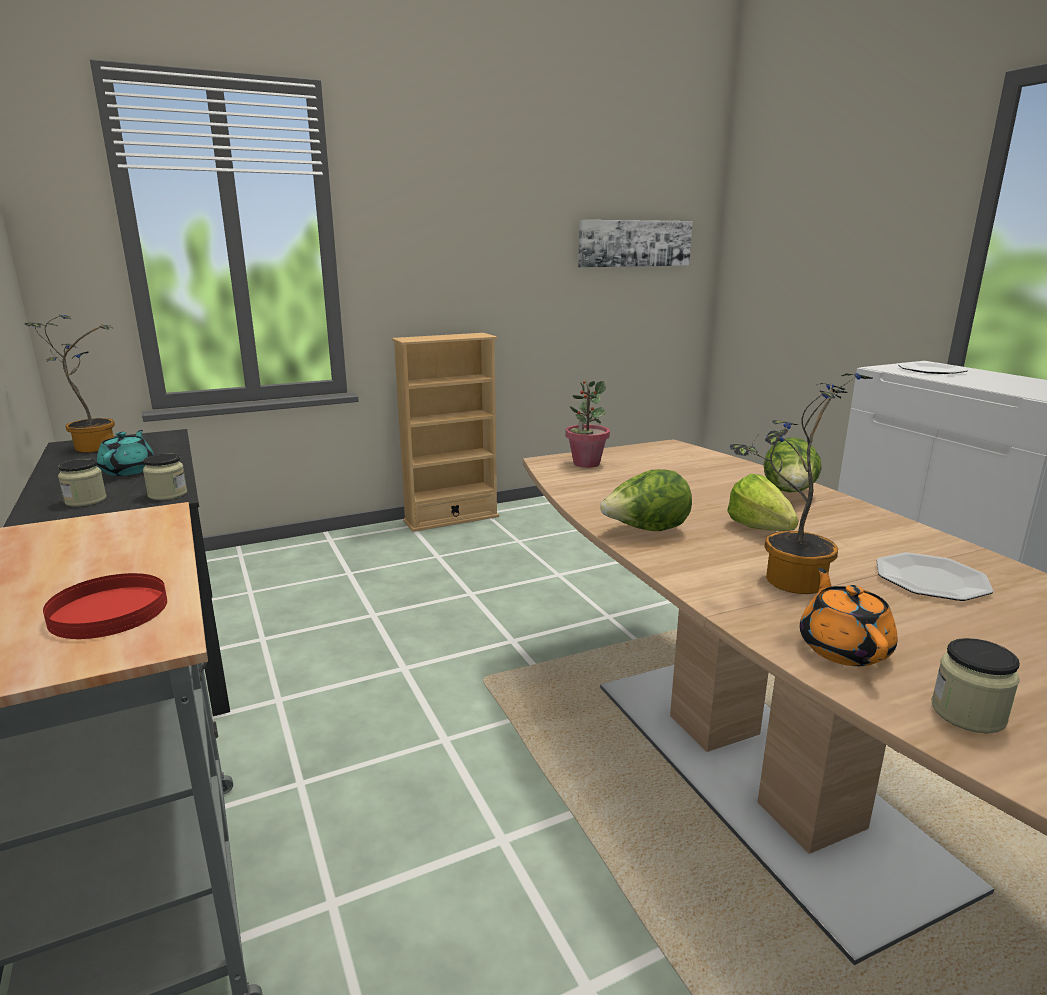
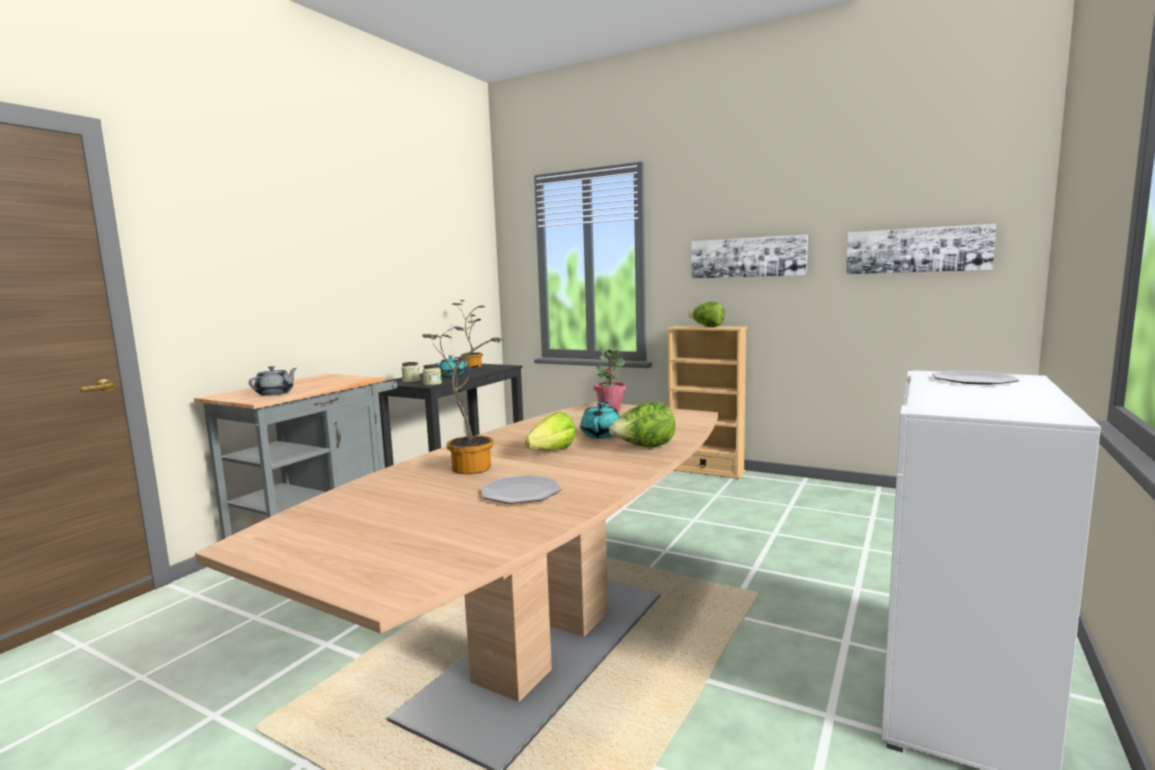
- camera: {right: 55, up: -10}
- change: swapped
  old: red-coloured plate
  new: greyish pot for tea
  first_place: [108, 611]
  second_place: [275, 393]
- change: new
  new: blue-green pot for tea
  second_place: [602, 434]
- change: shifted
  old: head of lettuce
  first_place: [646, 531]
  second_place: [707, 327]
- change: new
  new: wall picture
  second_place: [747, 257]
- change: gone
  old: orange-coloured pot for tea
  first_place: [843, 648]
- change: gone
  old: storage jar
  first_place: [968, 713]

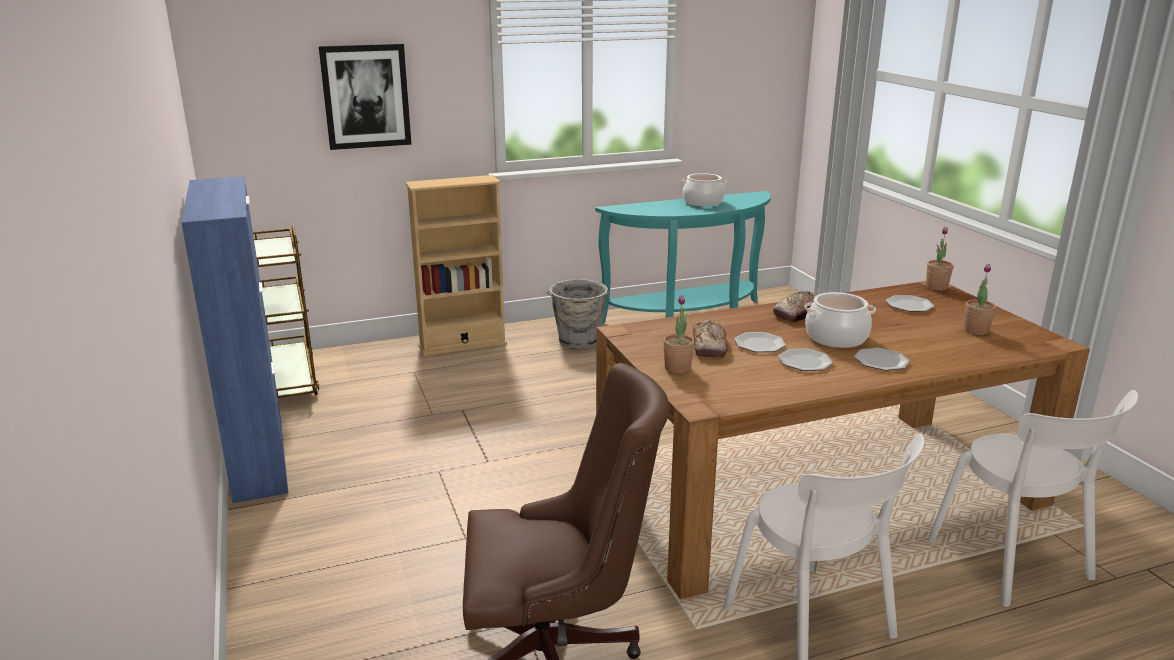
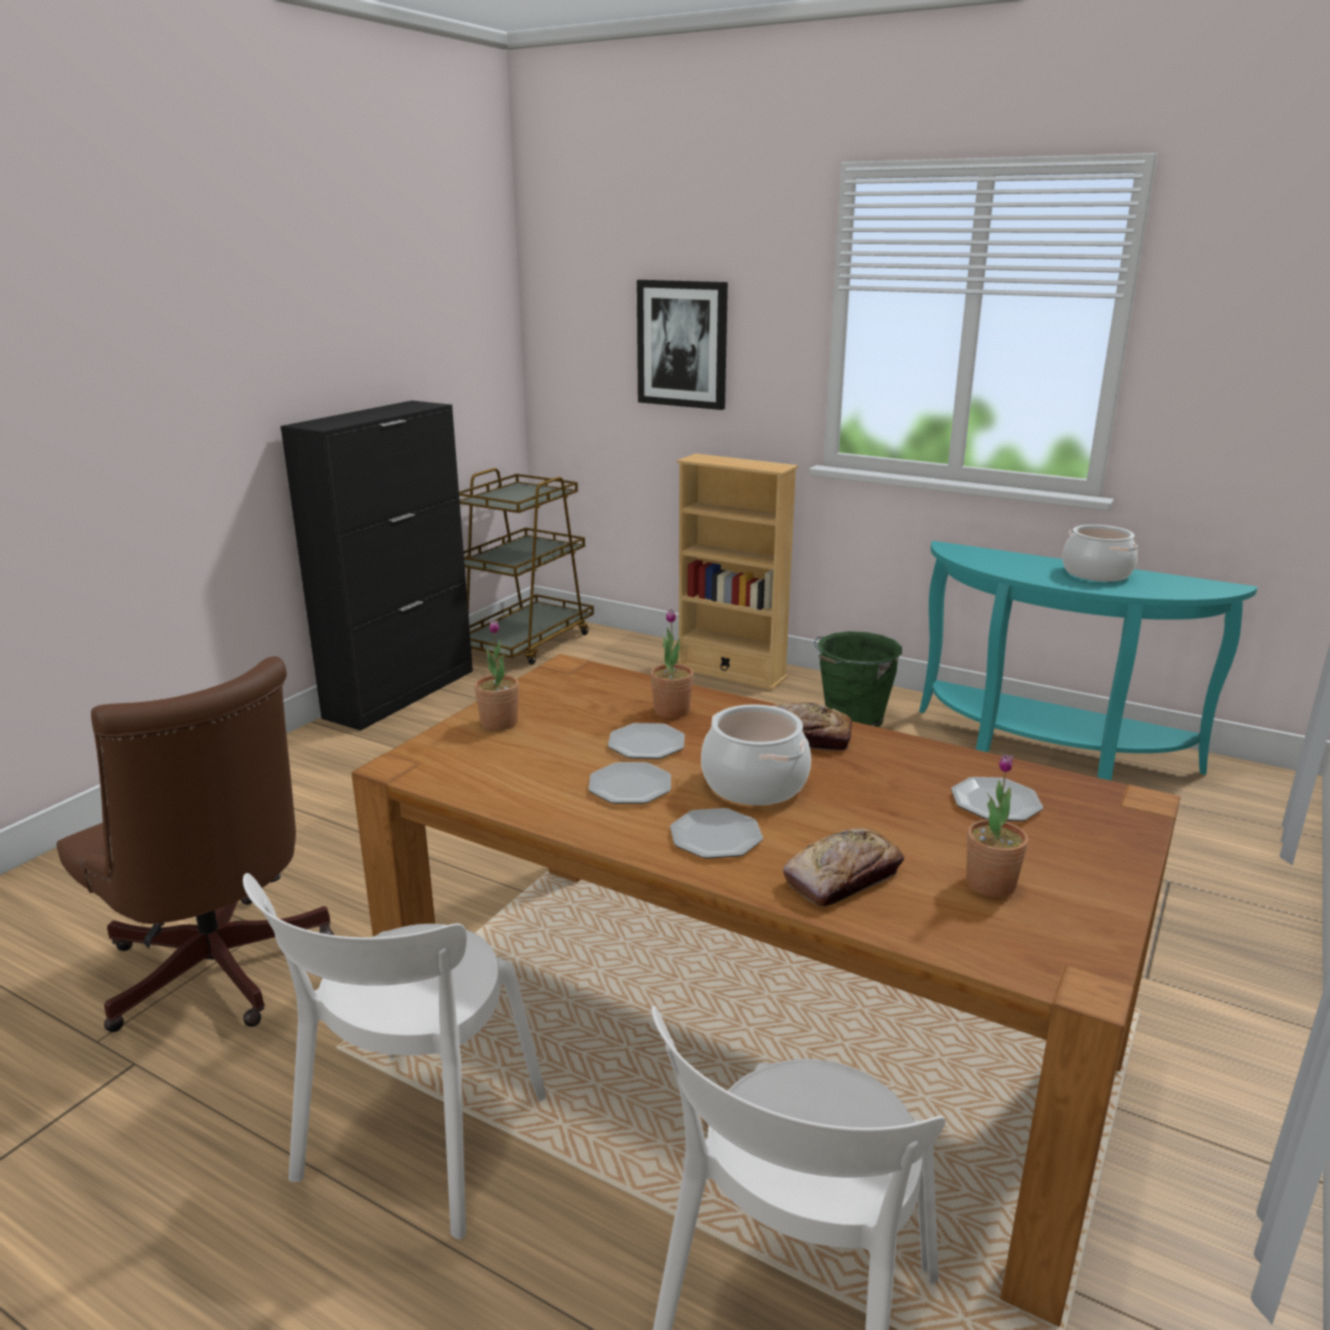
- camera: {right: 50, up: 0}
- change: repainted
  old: blue-coloured storage cabinet
  new: blackish storage cabinet
  first_place: [259, 456]
  second_place: [402, 693]
- change: shifted
  old: potted plant
  first_place: [936, 287]
  second_place: [671, 711]
- change: shifted
  old: bread
  first_place: [709, 346]
  second_place: [843, 878]
- change: repainted
  old: greyish water bucket
  new: green-coloured water bucket
  first_place: [578, 341]
  second_place: [852, 719]

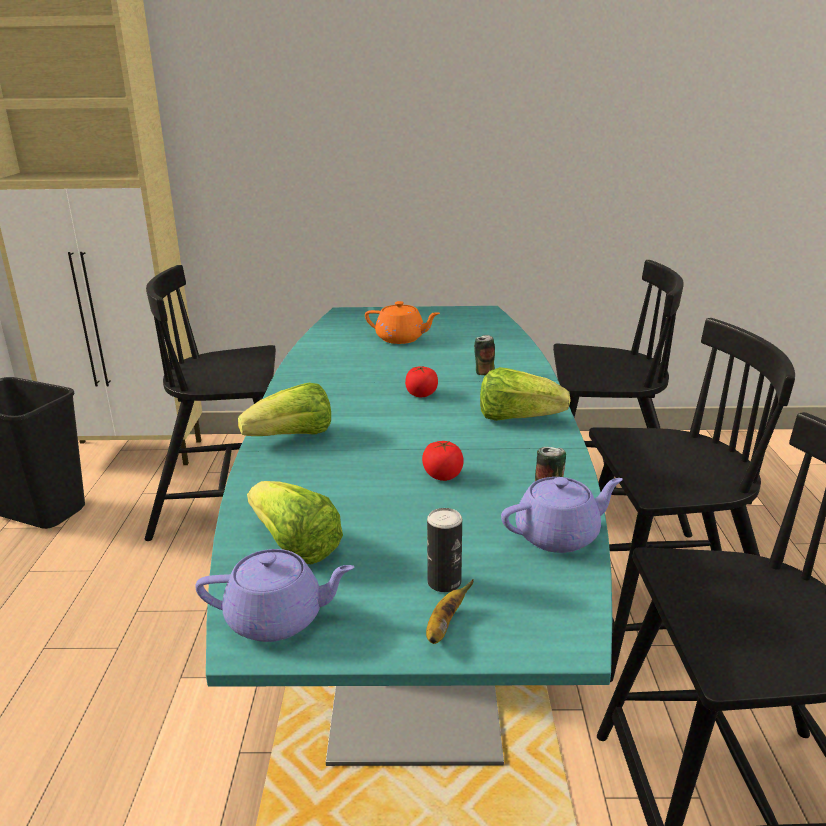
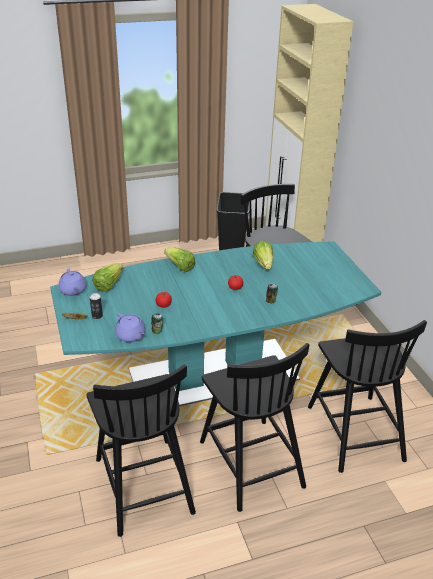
- camera: {right: 70, up: 10}
- change: shifted
  old: head of lettuce
  first_place: [517, 418]
  second_place: [263, 263]
- change: gone
  old: orange-coloured pot for tea
  first_place: [401, 339]

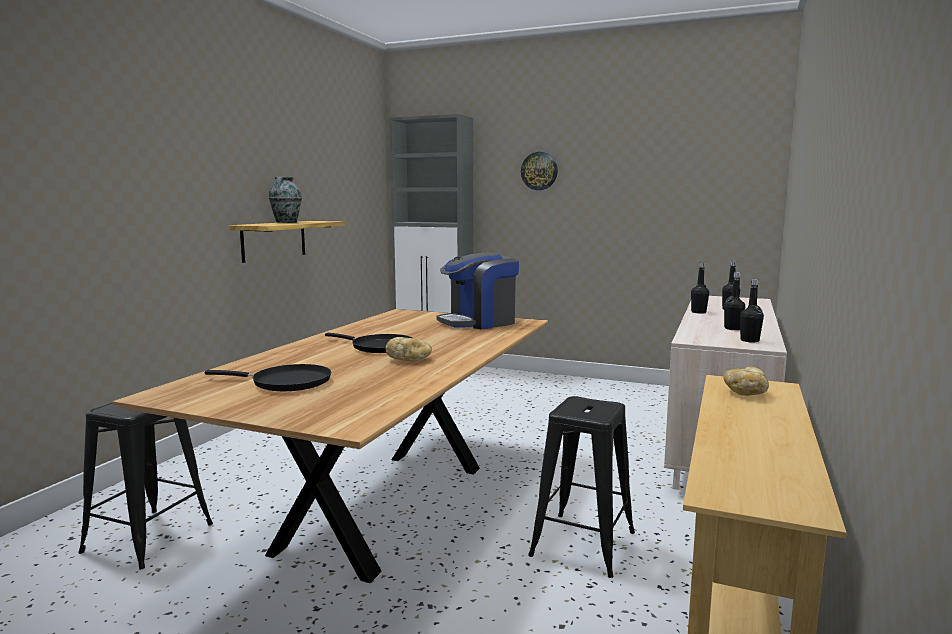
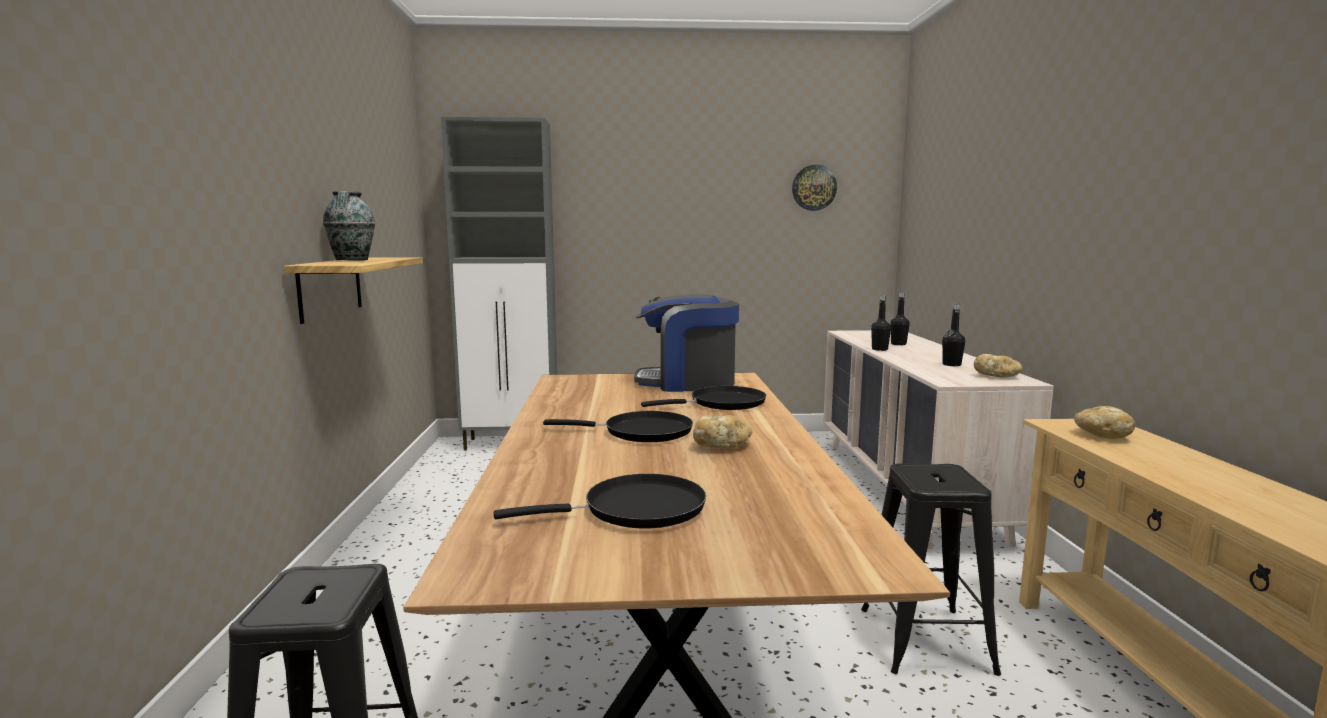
- camera: {right: -25, up: 0}
- change: rotated
  old: coffee maker
  first_place: [479, 322]
  second_place: [687, 383]
  degrees: 60
- change: new
  new: blackish skillet
  second_place: [722, 403]
- change: shifted
  old: clock on the wall
  first_place: [539, 171]
  second_place: [814, 187]
- change: swapped
  old: blackish beverage bottle
  new: bread
  first_place: [749, 340]
  second_place: [996, 376]

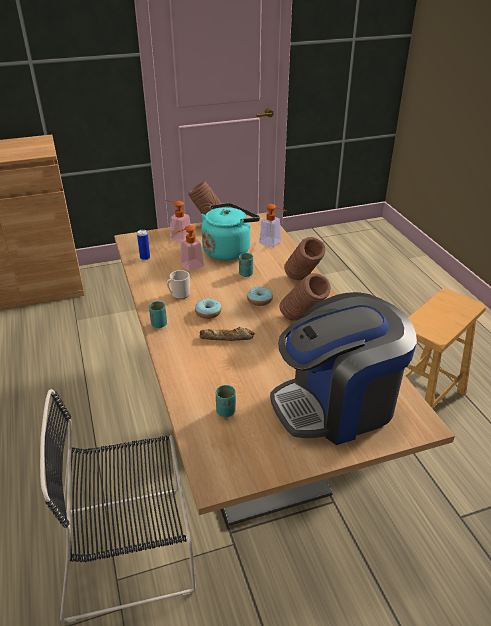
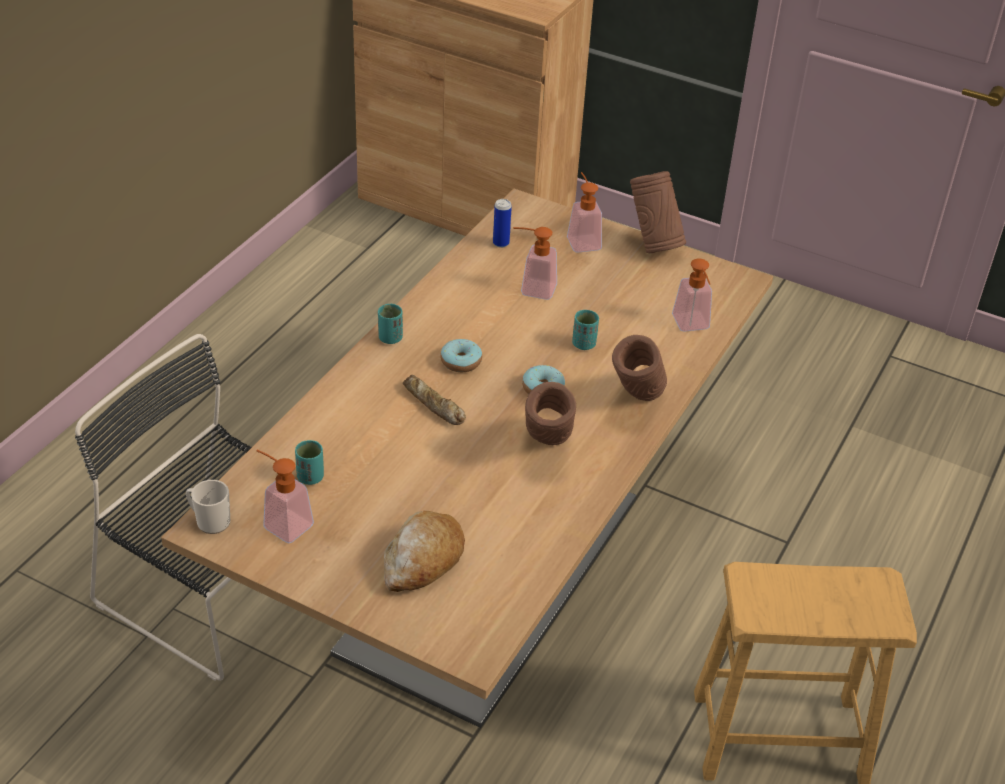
- camera: {right: 45, up: 5}
- change: shifted
  old: coffee mug
  first_place: [179, 295]
  second_place: [210, 521]
- change: new
  new: liquid soap bottle
  second_place: [282, 523]
- change: swapped
  old: coffee maker
  new: bread
  first_place: [337, 404]
  second_place: [423, 560]
- change: gone
  old: blue-green tea kettle
  first_place: [228, 250]

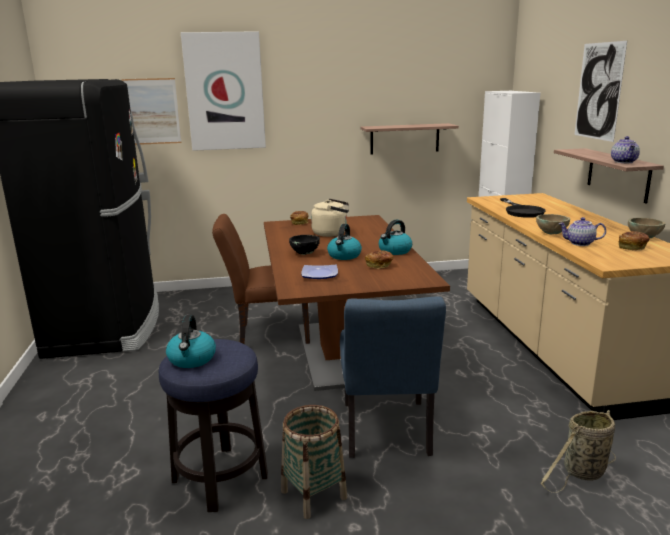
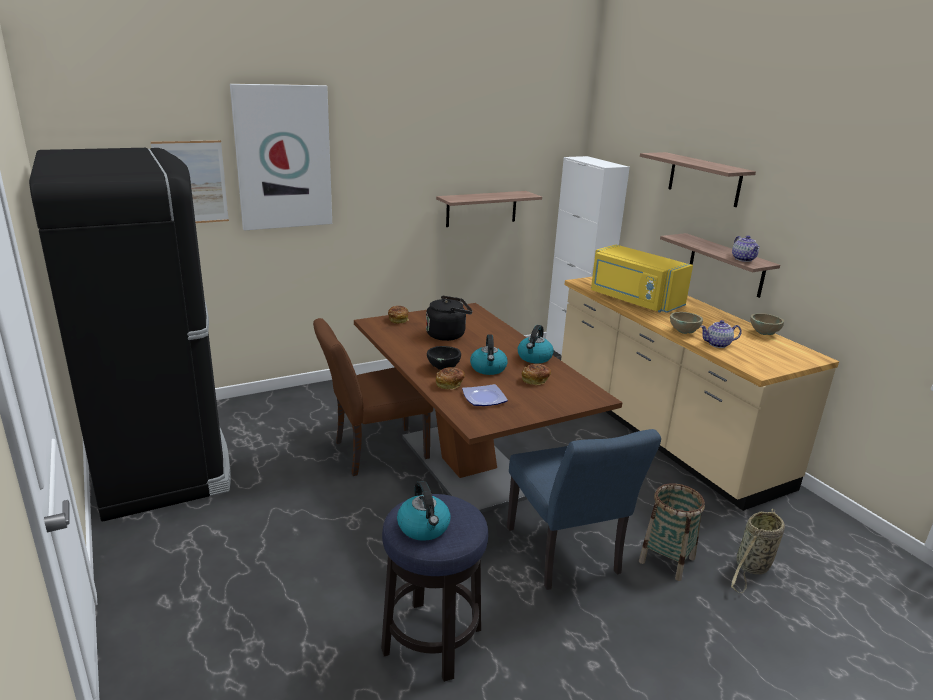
- camera: {right: -20, up: 5}
- change: repainted
  old: sand-coloured tea kettle
  new: blackish tea kettle
  first_place: [332, 233]
  second_place: [448, 335]
- change: shifted
  old: bread
  first_place: [632, 247]
  second_place: [449, 384]
- change: swapped
  old: blackish skillet
  new: yellow-coloured microwave oven
  first_place: [521, 211]
  second_place: [633, 300]
- change: shifted
  old: household basket
  first_place: [314, 494]
  second_place: [667, 560]
- change: swapped
  old: wall picture
  new: wall shelf
  first_place: [598, 91]
  second_place: [704, 179]

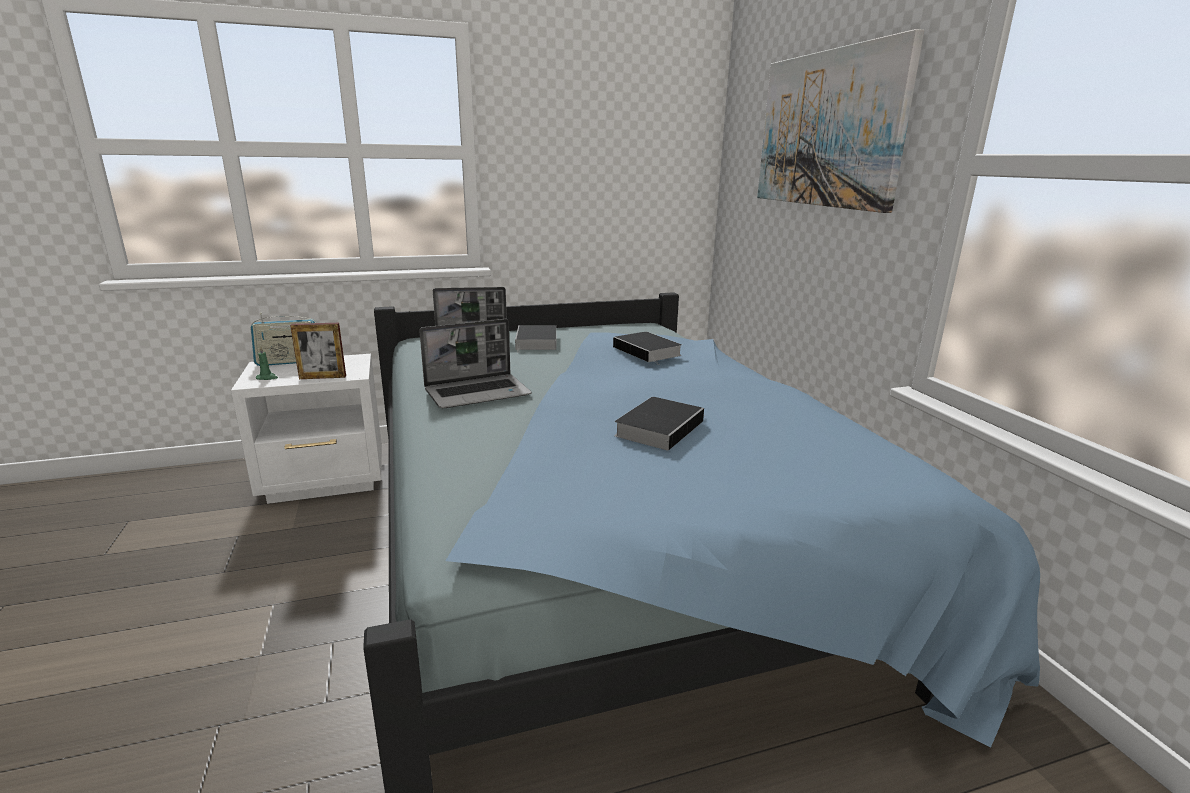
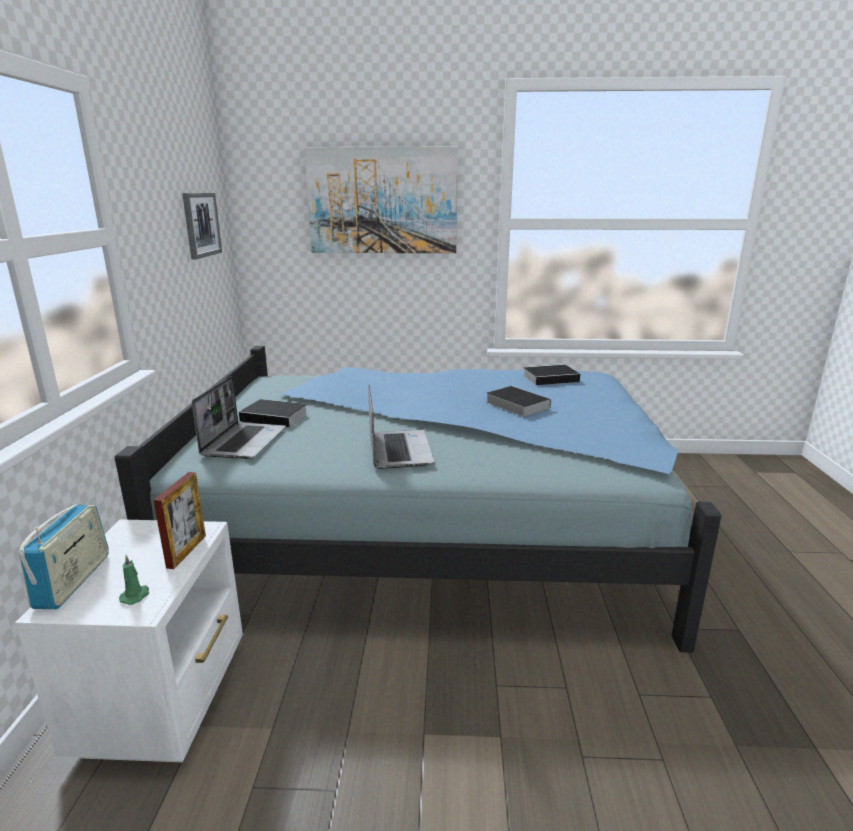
- camera: {right: -70, up: 0}
- change: new
  new: wall picture
  second_place: [201, 224]
- change: shifted
  old: book
  first_place: [648, 351]
  second_place: [552, 378]

